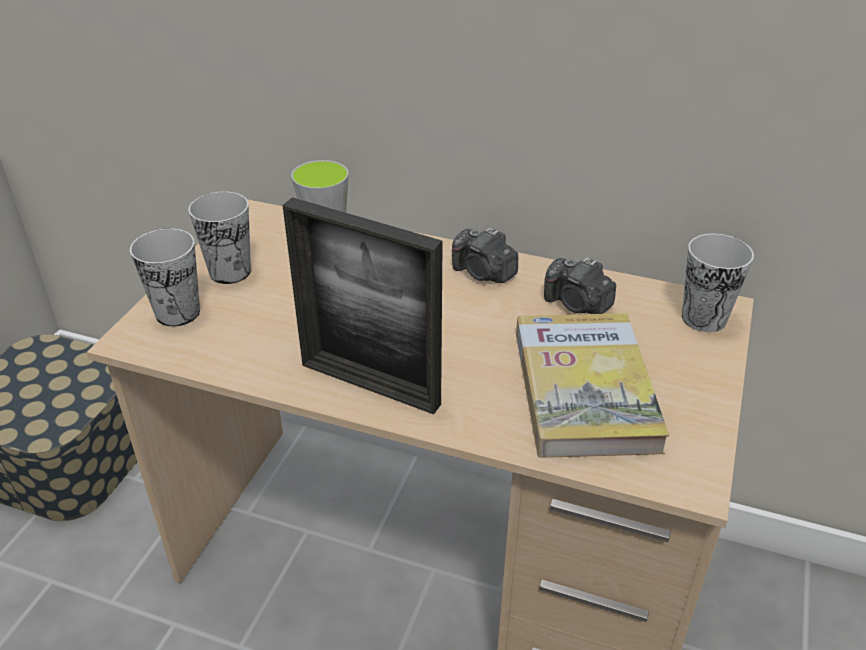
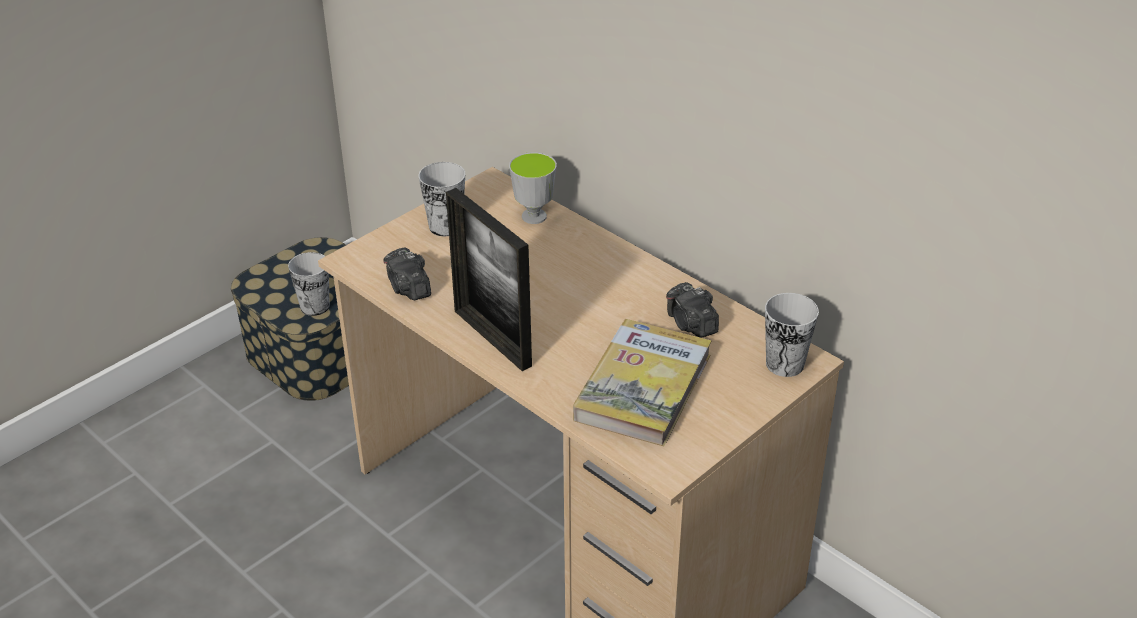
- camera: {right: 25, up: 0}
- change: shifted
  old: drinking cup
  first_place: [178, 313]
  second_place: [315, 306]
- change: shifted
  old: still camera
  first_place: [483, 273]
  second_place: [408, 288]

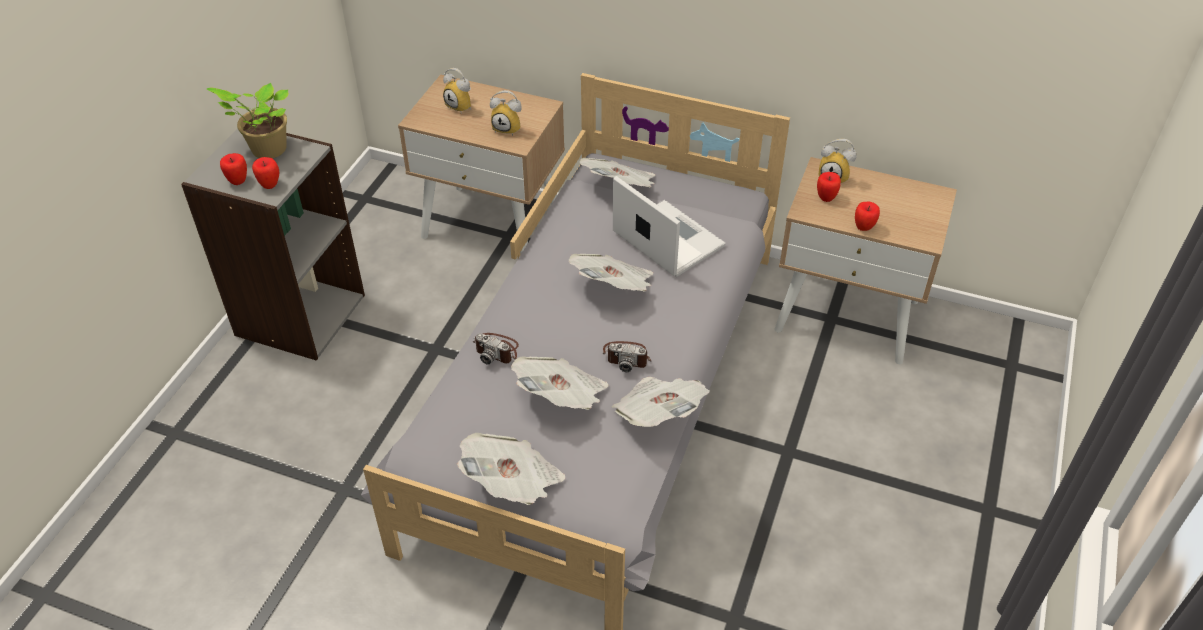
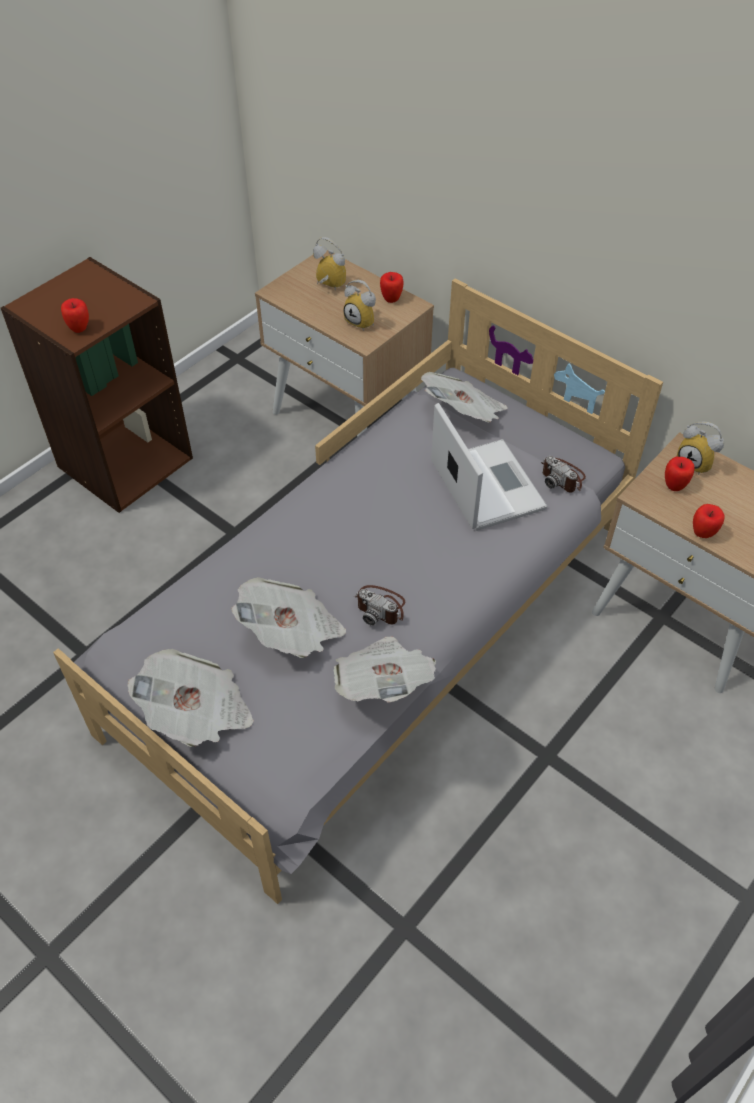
- camera: {right: 20, up: 5}
- change: repainted
  old: greyish bookcase
  new: brown bookcase
  first_place: [299, 314]
  second_place: [124, 461]
- change: rotated
  old: bedside clock
  first_place: [462, 106]
  second_place: [327, 286]
  degrees: 150
- change: shifted
  old: apple fruit
  first_place: [238, 181]
  second_place: [391, 299]
- change: shifted
  old: still camera
  first_place: [497, 350]
  second_place: [562, 477]
- change: gone
  old: potted plant
  first_place: [266, 150]
- change: gone
  old: newspaper
  first_place: [614, 287]

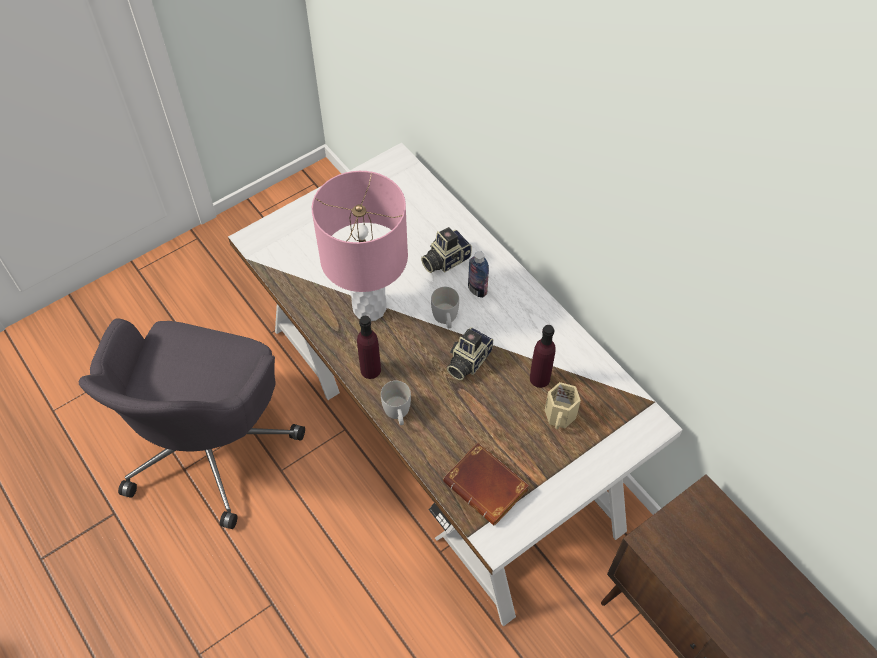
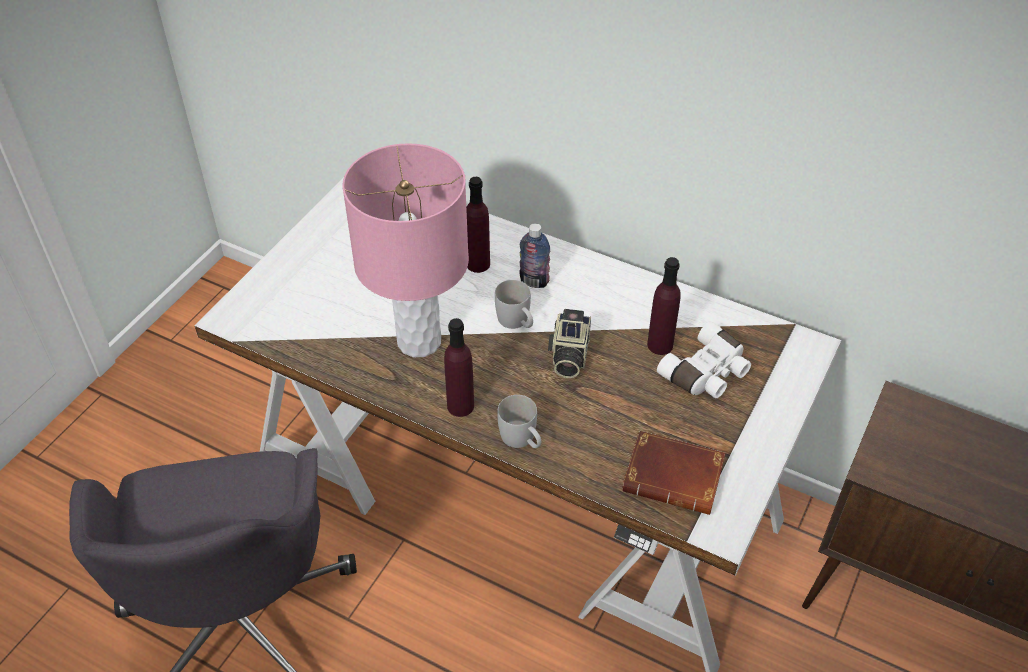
- camera: {right: -25, up: -10}
- change: swapped
  old: still camera
  new: purple-coloured beverage bottle
  first_place: [444, 259]
  second_place: [478, 264]
- change: swapped
  old: sand-coloured coffee mug
  new: white-coloured binoculars
  first_place: [561, 415]
  second_place: [707, 373]

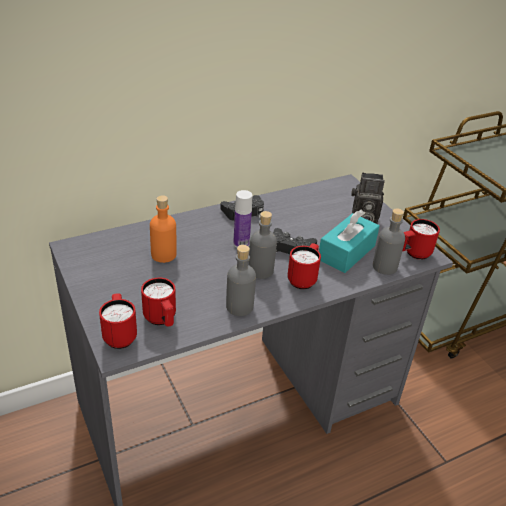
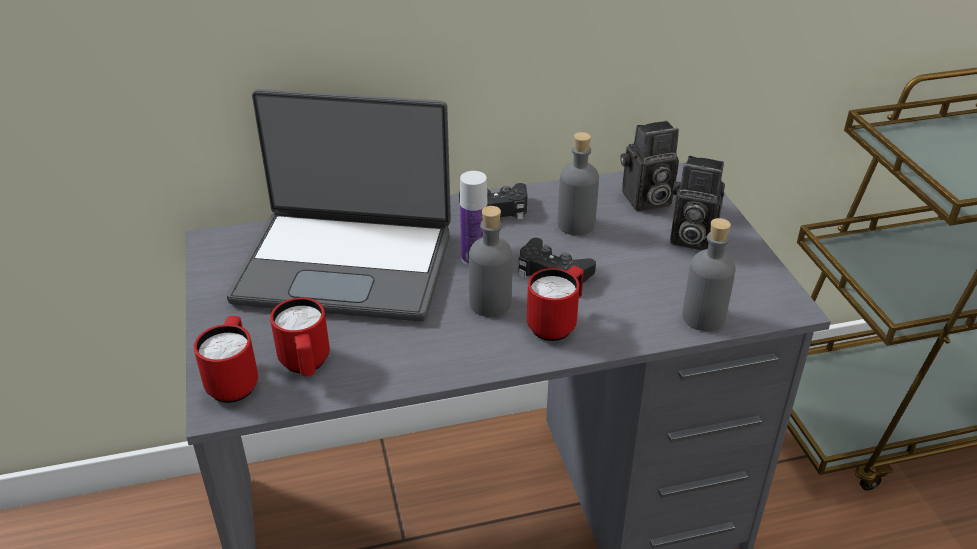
- camera: {right: 15, up: 0}
- change: swapped
  old: orange-coloured beverage bottle
  new: laptop
  first_place: [164, 255]
  second_place: [346, 265]
- change: shifted
  old: greyish beverage bottle
  first_place: [239, 306]
  second_place: [576, 224]
- change: new
  new: still camera
  second_place: [645, 201]
- change: gone
  old: blue-green tissue box
  first_place: [346, 252]
- change: gone
  old: red-coloured coffee mug
  first_place: [413, 254]

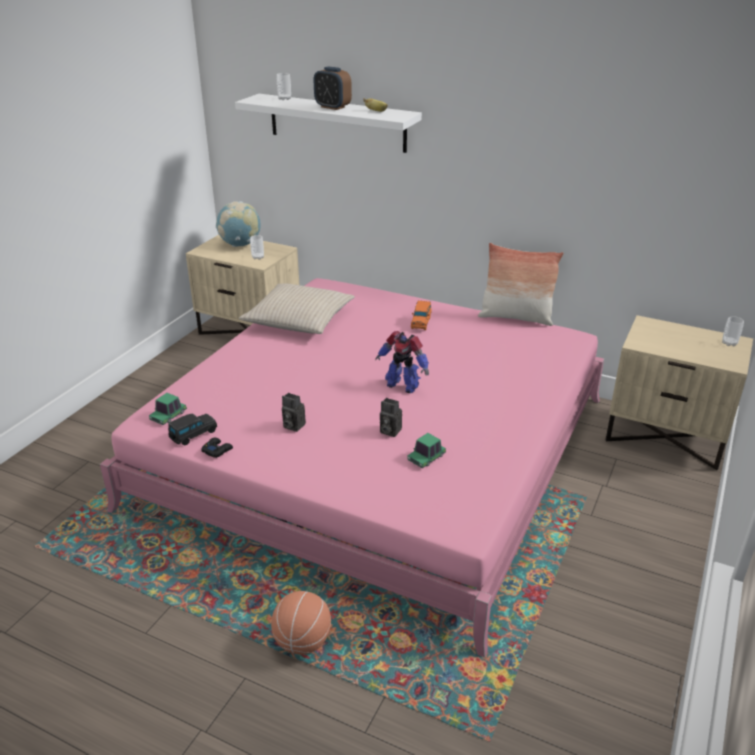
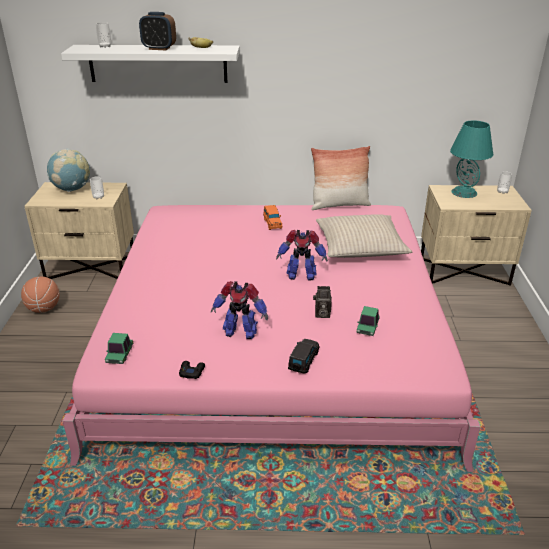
- camera: {right: -25, up: 0}
- change: shifted
  old: ball for basketball
  first_place: [302, 641]
  second_place: [44, 308]
- change: swapped
  old: still camera
  new: toy robot
  first_place: [292, 426]
  second_place: [240, 332]
- change: shifted
  old: blackish model car
  first_place: [193, 435]
  second_place: [303, 362]
- change: shifted
  old: sand-coloured throw pillow
  first_place: [298, 319]
  second_place: [360, 246]
- change: new
  new: blue-green lamp for a table
  second_place: [463, 192]

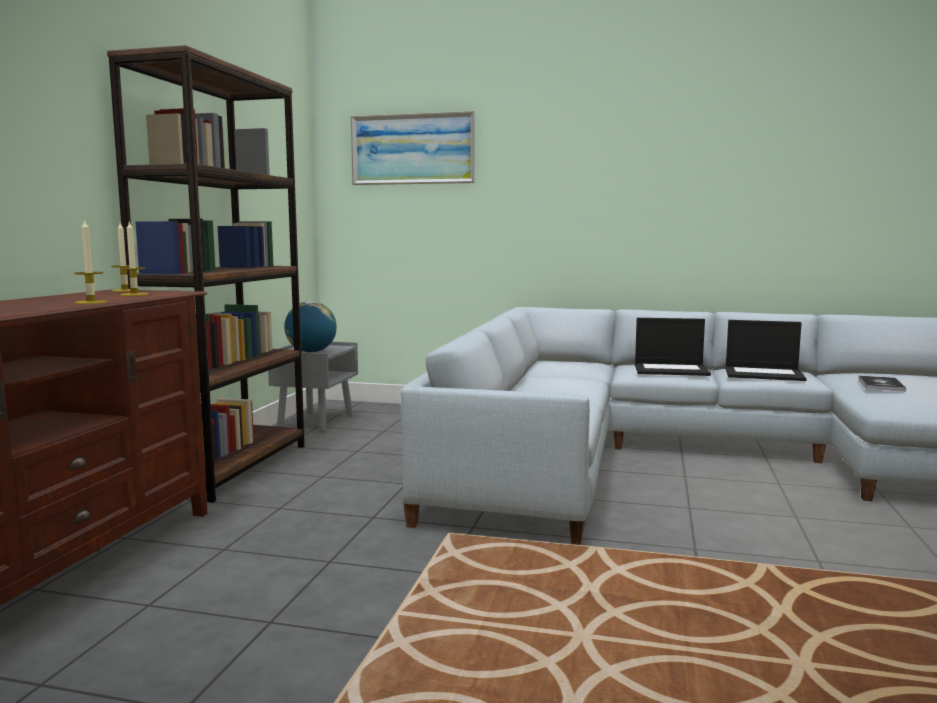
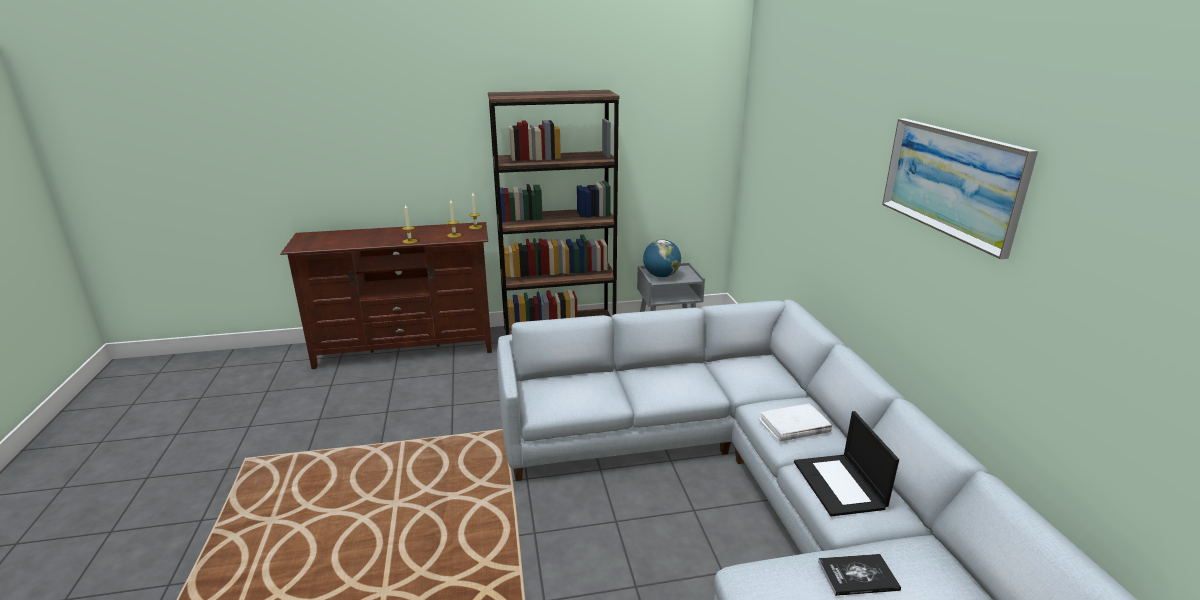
- camera: {right: 65, up: 15}
- change: swapped
  old: laptop
  new: white-coloured book
  first_place: [671, 370]
  second_place: [794, 426]
- change: shifted
  old: wall picture
  first_place: [413, 149]
  second_place: [951, 181]

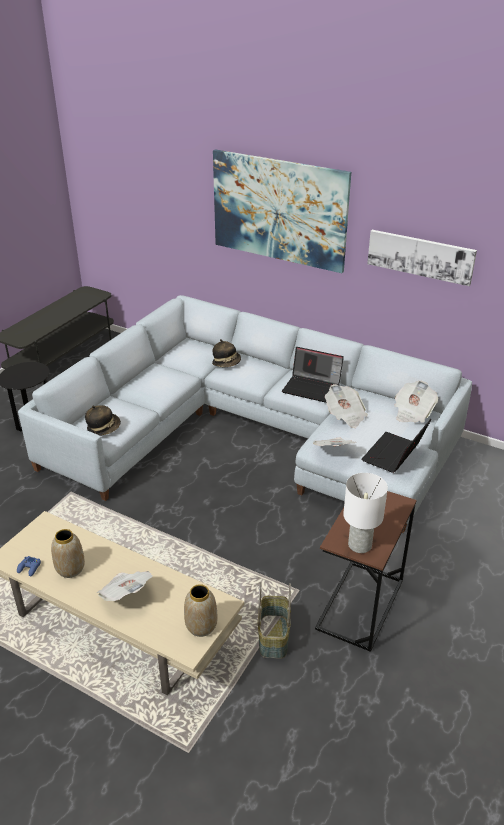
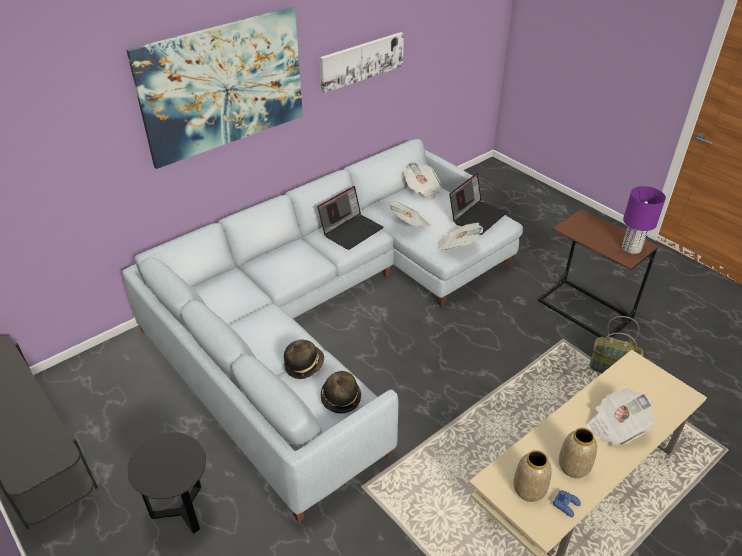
- camera: {right: -70, up: 5}
- change: shifted
  old: hat
  first_place: [226, 363]
  second_place: [304, 365]
- change: rotated
  old: laptop
  first_place: [394, 455]
  second_place: [477, 216]
  degrees: -105
- change: shifted
  old: decorative vase
  first_place: [201, 626]
  second_place: [528, 489]
- change: repainted
  old: white-coloured lamp for a table
  new: purple-coloured lamp for a table
  first_place: [360, 545]
  second_place: [631, 248]

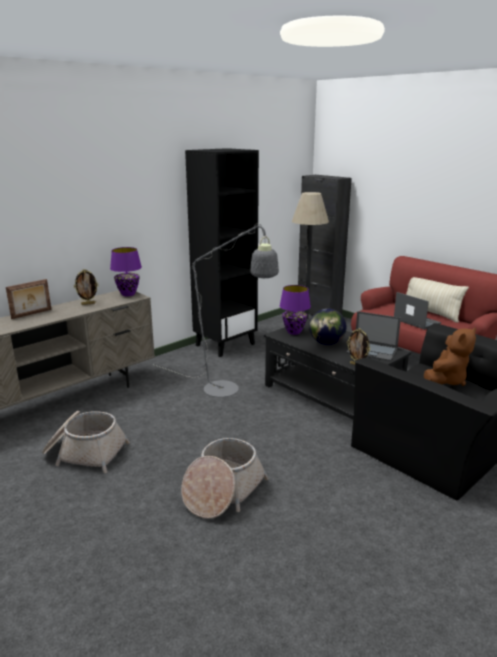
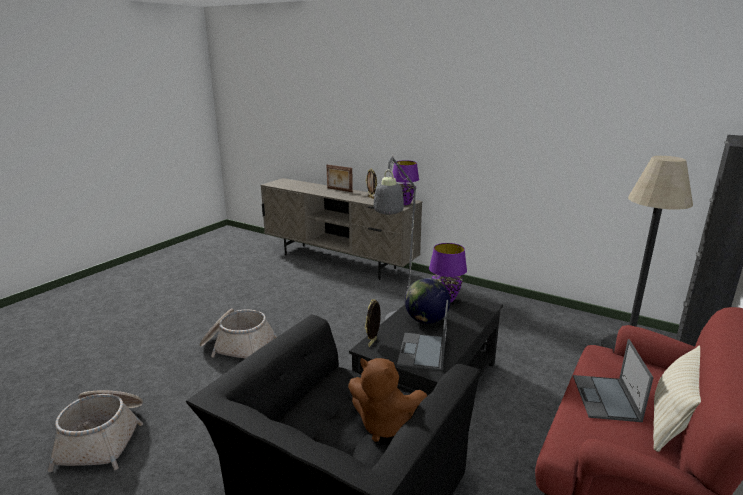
- camera: {right: 75, up: 0}
- change: shifted
  old: household basket
  first_place: [85, 452]
  second_place: [104, 438]
- change: rotated
  old: laptop
  first_place: [416, 321]
  second_place: [606, 399]
  degrees: 150
- change: gone
  old: blackish bookcase
  first_place: [225, 344]

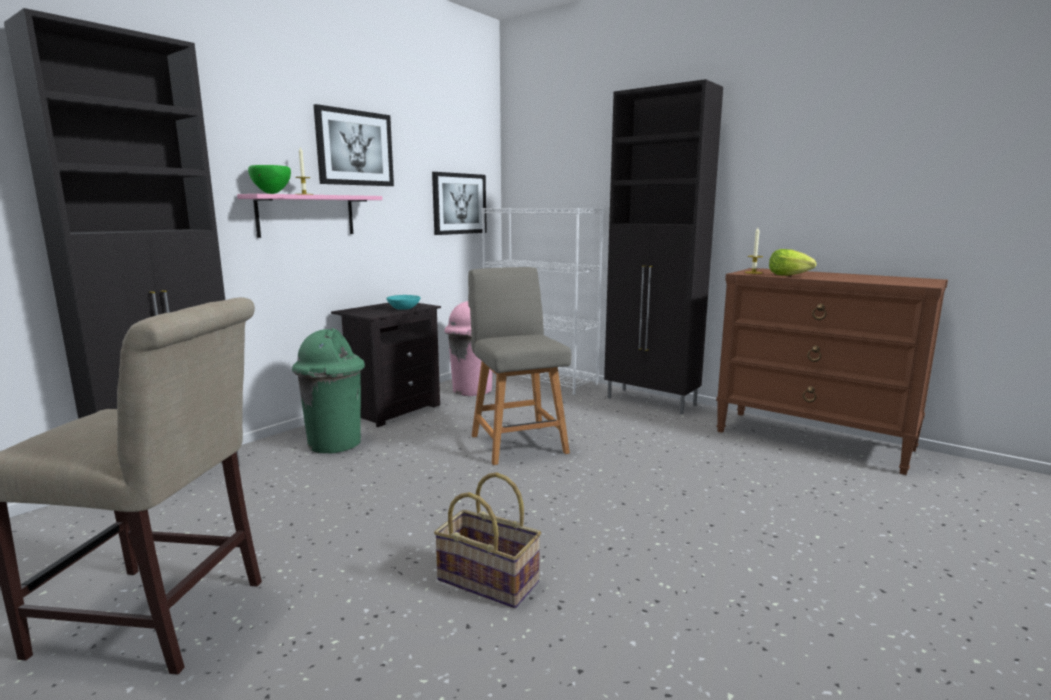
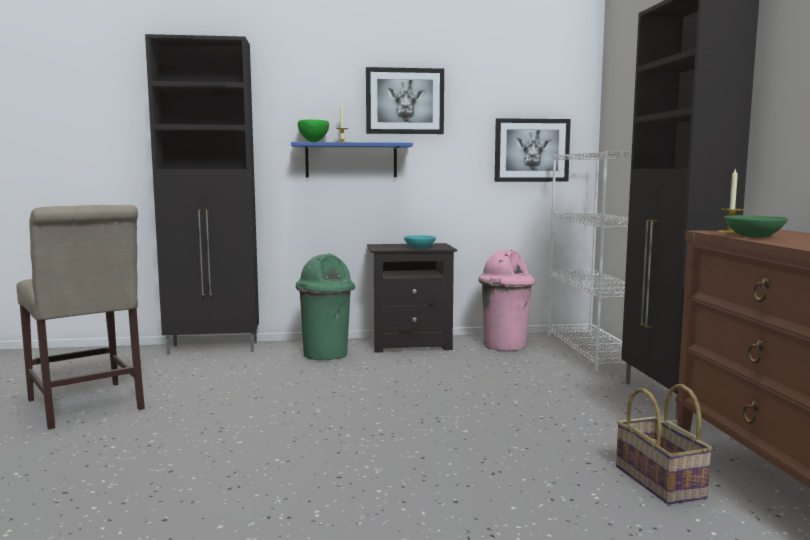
- camera: {right: 45, up: -5}
- change: repainted
  old: pinkish wall shelf
  new: blue-coloured wall shelf
  first_place: [306, 215]
  second_place: [351, 160]
- change: shifted
  old: household basket
  first_place: [489, 580]
  second_place: [661, 482]
- change: swapped
  old: head of lettuce
  new: green-coloured deep dish
  first_place: [788, 275]
  second_place: [754, 237]
- change: gone
  old: greyish upright chair
  first_place: [517, 442]

